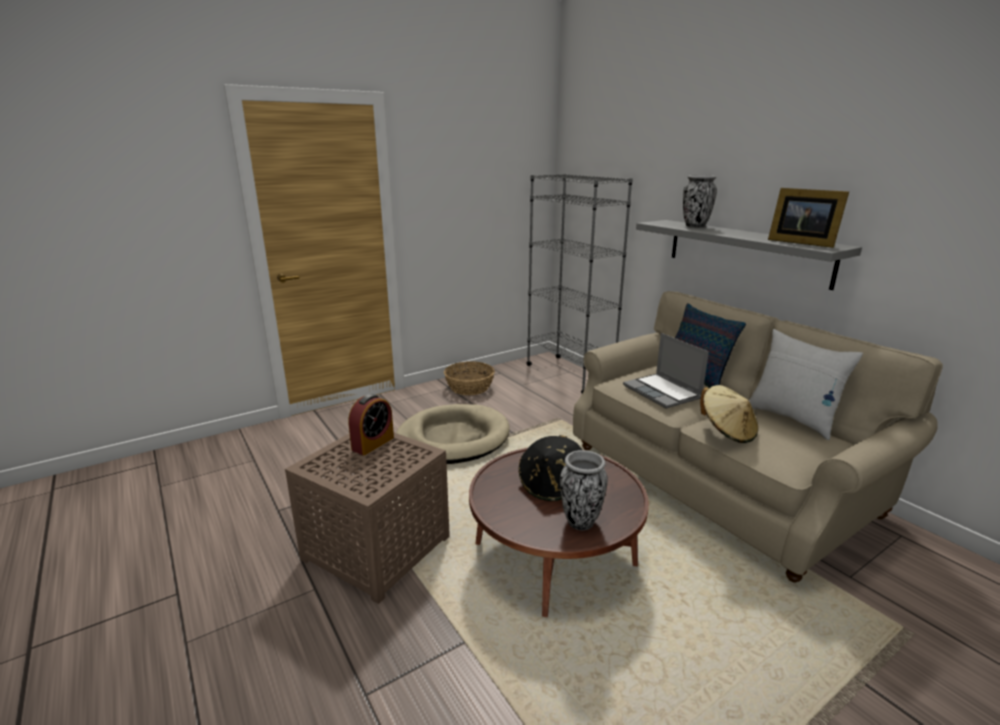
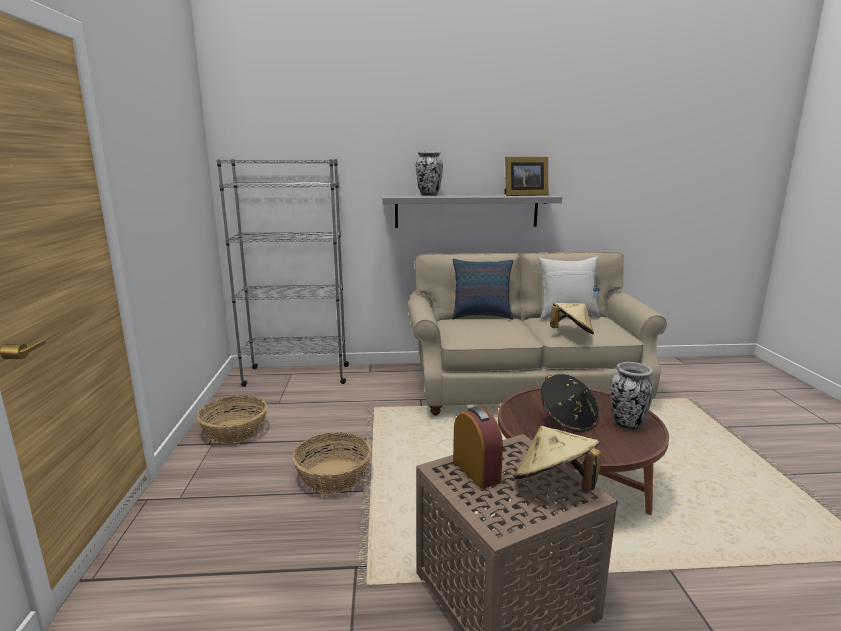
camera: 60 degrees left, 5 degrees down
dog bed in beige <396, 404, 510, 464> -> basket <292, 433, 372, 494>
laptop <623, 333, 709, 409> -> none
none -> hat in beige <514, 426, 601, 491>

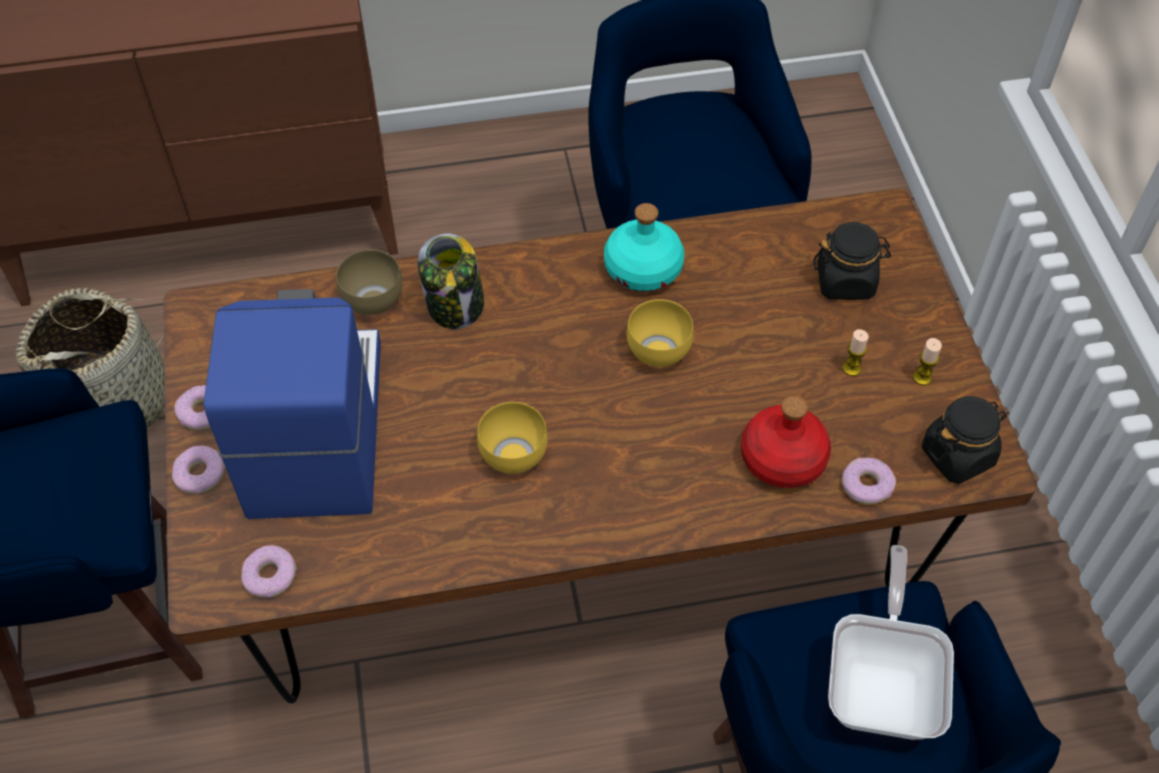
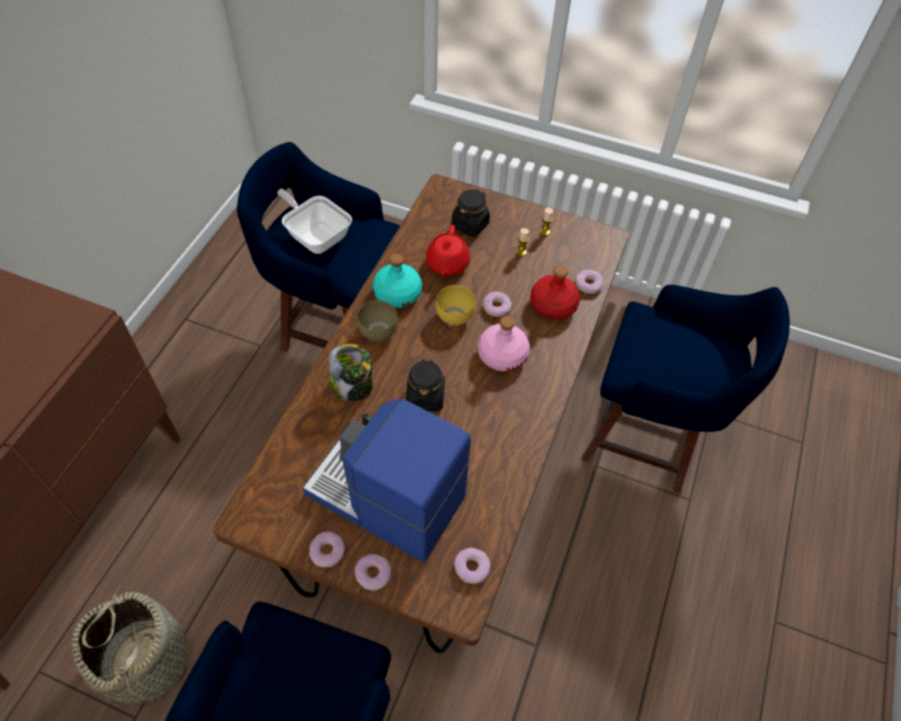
camera: 60 degrees left, 0 degrees up
bowl in brown <336, 249, 403, 315> -> bowl in brown <357, 300, 398, 341>, moved
bowl in yellow <477, 402, 548, 474> -> none
frying pan <828, 545, 954, 740> -> frying pan <277, 188, 352, 254>, moved
jar in black <922, 396, 1006, 484> -> jar in black <406, 358, 445, 412>, moved
none -> teapot in red <426, 225, 470, 277>
none -> bottle in pink <478, 316, 530, 371>
none -> donut <483, 292, 512, 317>

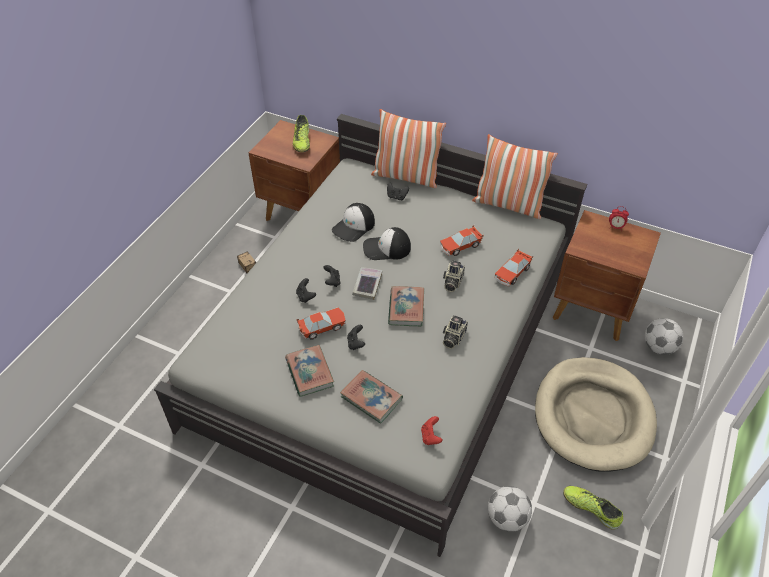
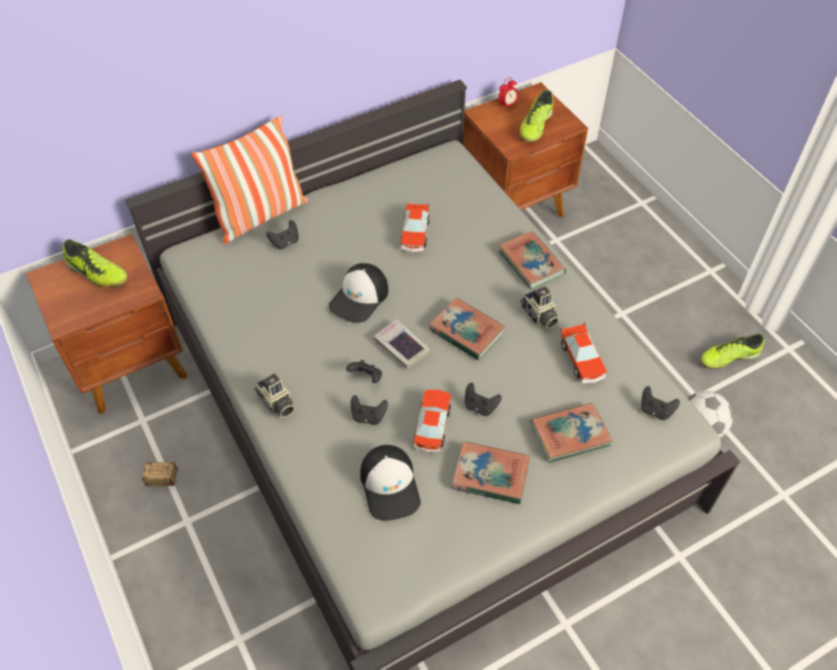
camera: 55 degrees left, 5 degrees up
cap <332, 203, 375, 242> -> cap <360, 445, 421, 521>, moved
game controller in red <421, 416, 443, 445> -> game controller in black <641, 386, 680, 420>
photo camera <443, 260, 465, 292> -> photo camera <254, 373, 295, 418>, moved
pillow <472, 134, 558, 219> -> none
toy car <494, 248, 533, 287> -> toy car <561, 322, 607, 383>, moved
dog bed in beige <535, 357, 657, 472> -> none
football <645, 318, 684, 355> -> none
none -> book <499, 231, 566, 290>
none -> shoe <520, 90, 554, 142>

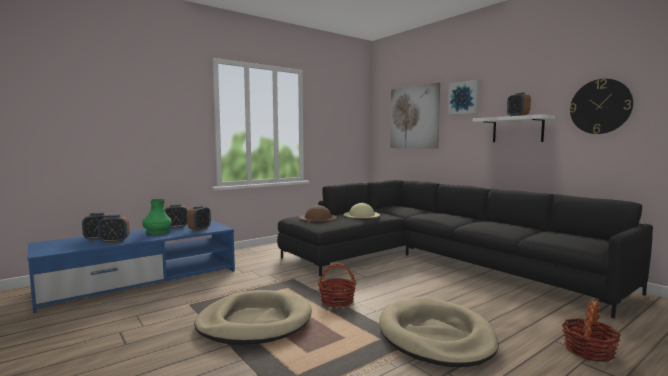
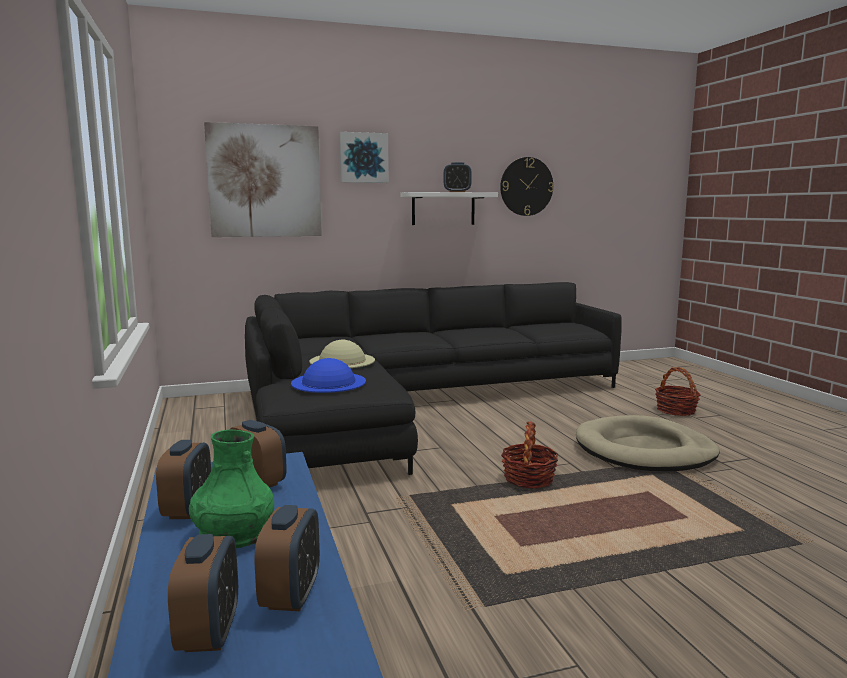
camera: 70 degrees left, 5 degrees up
dog bed in beige <194, 290, 312, 345> -> none
hat in brown <299, 205, 337, 221> -> hat in blue <291, 358, 366, 393>

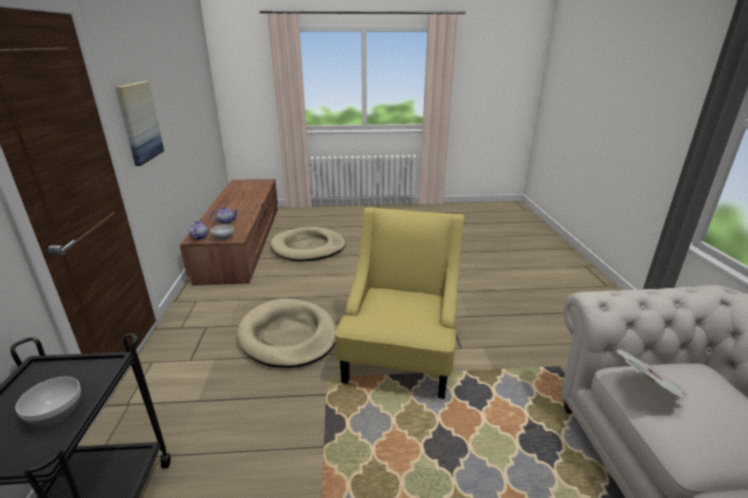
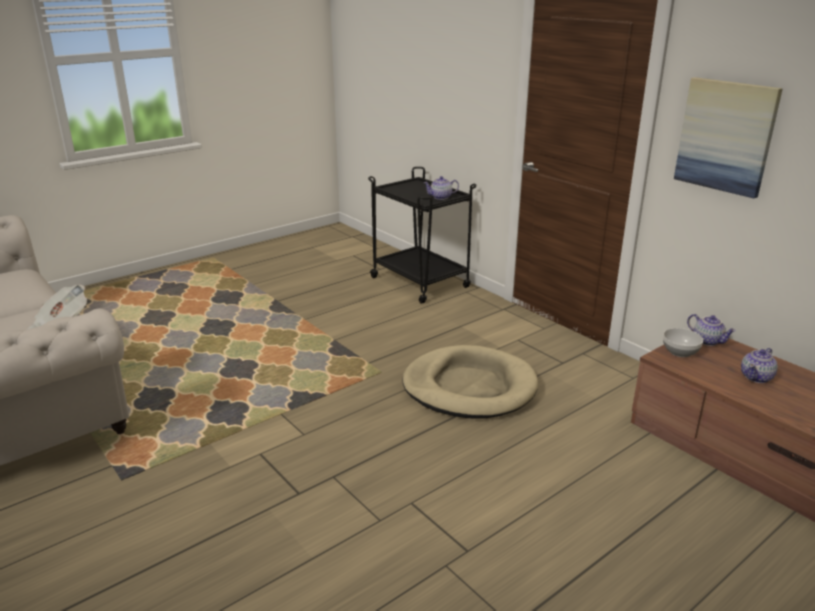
camera: 145 degrees right, 0 degrees up
bowl <15, 377, 81, 426> -> none
dog bed in beige <271, 227, 346, 261> -> none
armchair in yellow <335, 207, 464, 399> -> none
none -> teapot <424, 176, 459, 200>

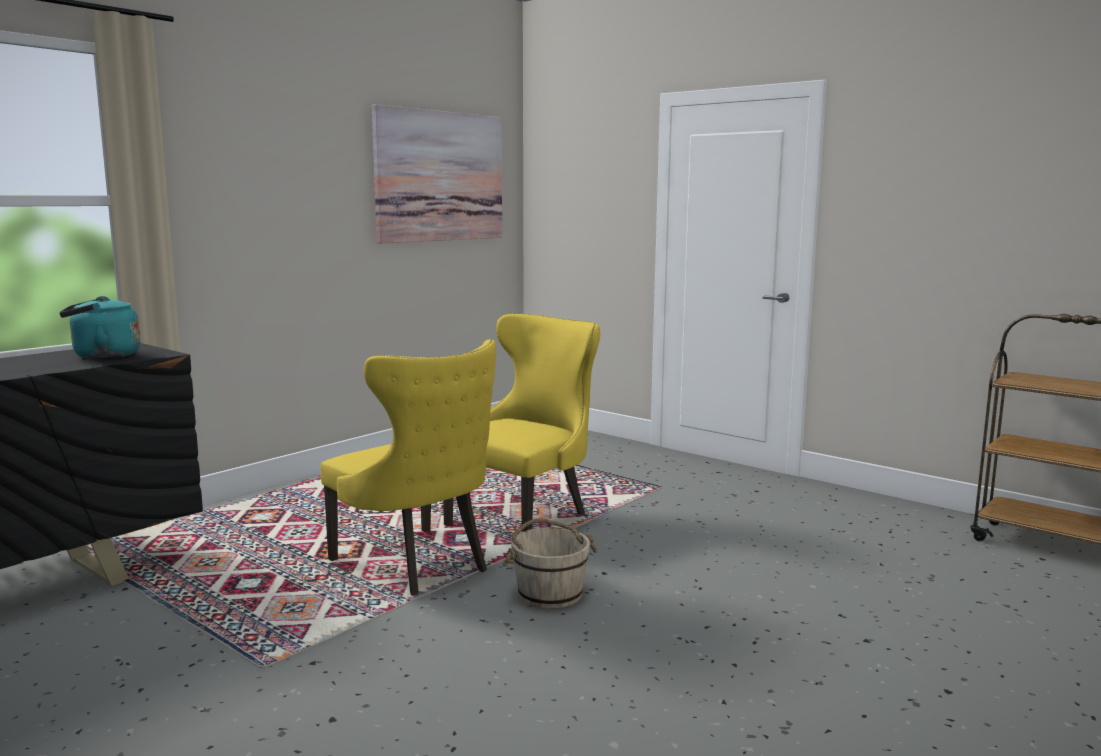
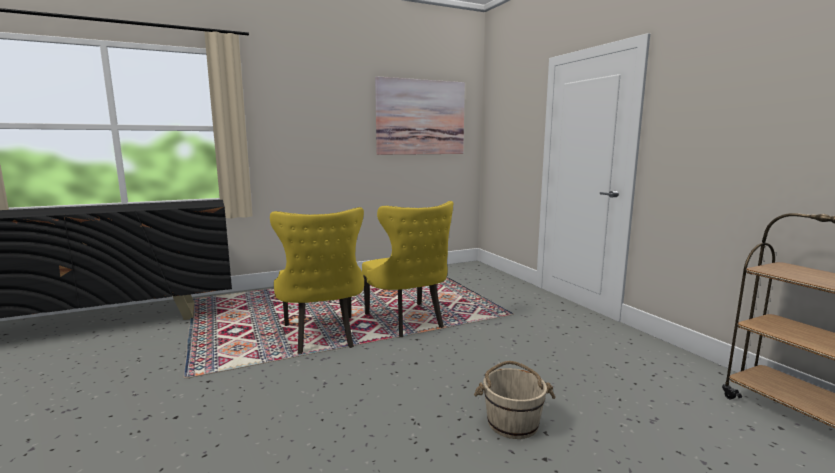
camera: 25 degrees right, 0 degrees up
kettle in turquoise <59, 296, 140, 359> -> none
chair in yellow <443, 313, 600, 532> -> chair in yellow <362, 201, 453, 337>, 90 degrees clockwise
bucket in beige <502, 518, 598, 609> -> bucket in beige <474, 361, 556, 439>, moved

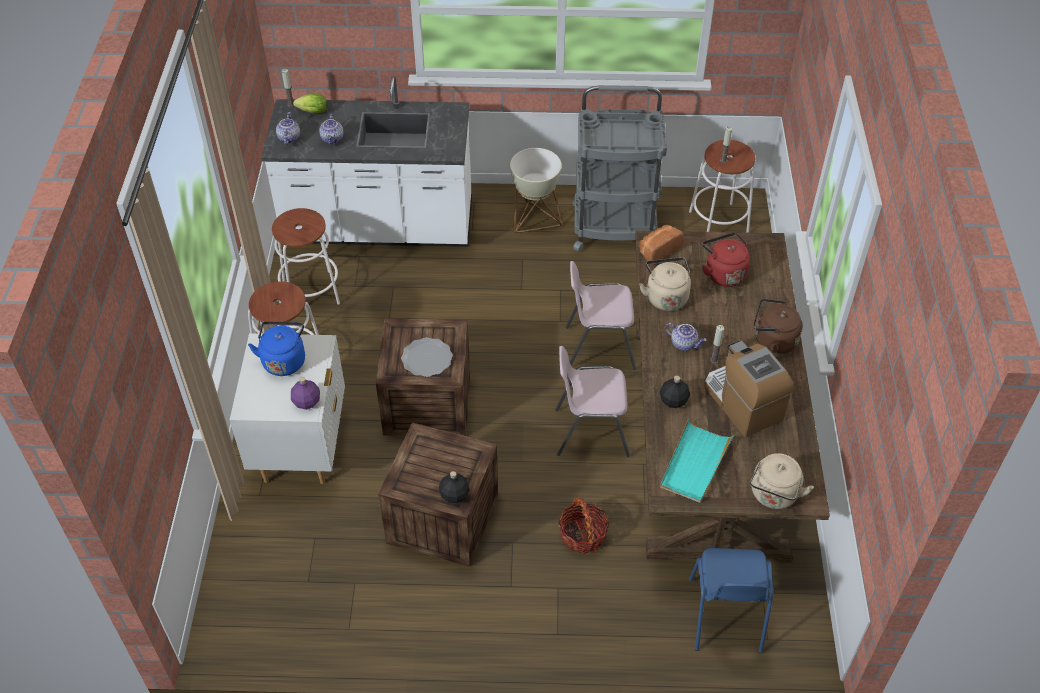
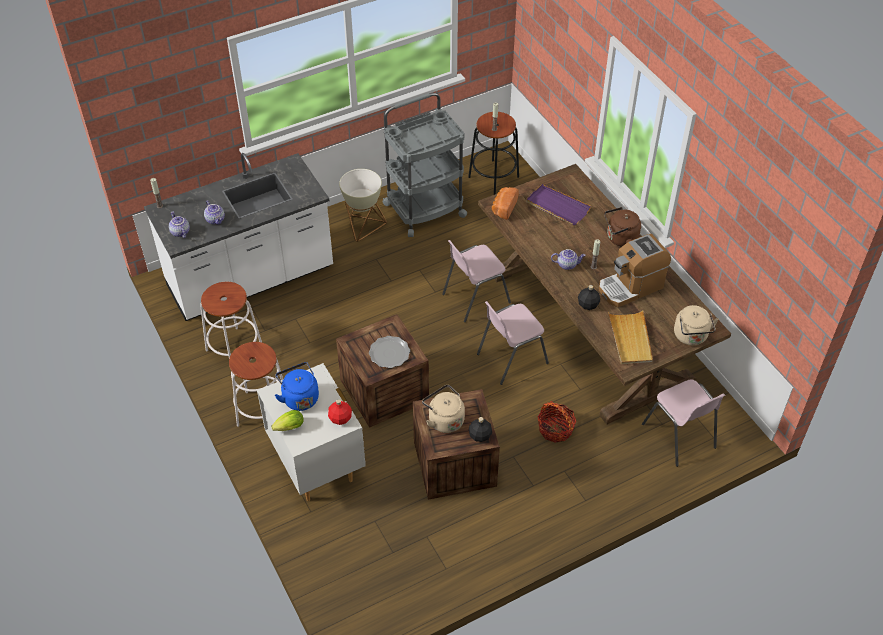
camera: 30 degrees left, 0 degrees up
bottle in purple <291, 377, 320, 410> -> bottle in red <328, 399, 352, 425>
lettuce <293, 94, 327, 113> -> lettuce <271, 410, 304, 431>, moved
kettle in beige <639, 257, 691, 311> -> kettle in beige <422, 385, 465, 433>, moved
tray in turquoise <660, 419, 733, 503> -> tray in beige <608, 310, 653, 364>
stool in white <689, 140, 755, 232> -> stool in black <468, 112, 519, 195>
chair in blue <689, 548, 773, 654> -> chair in pink <642, 379, 725, 467>
kettle in red <702, 233, 750, 287> -> tray in purple <526, 184, 591, 225>
coffee machine <704, 341, 794, 437> -> coffee machine <599, 234, 671, 307>, 60 degrees counterclockwise

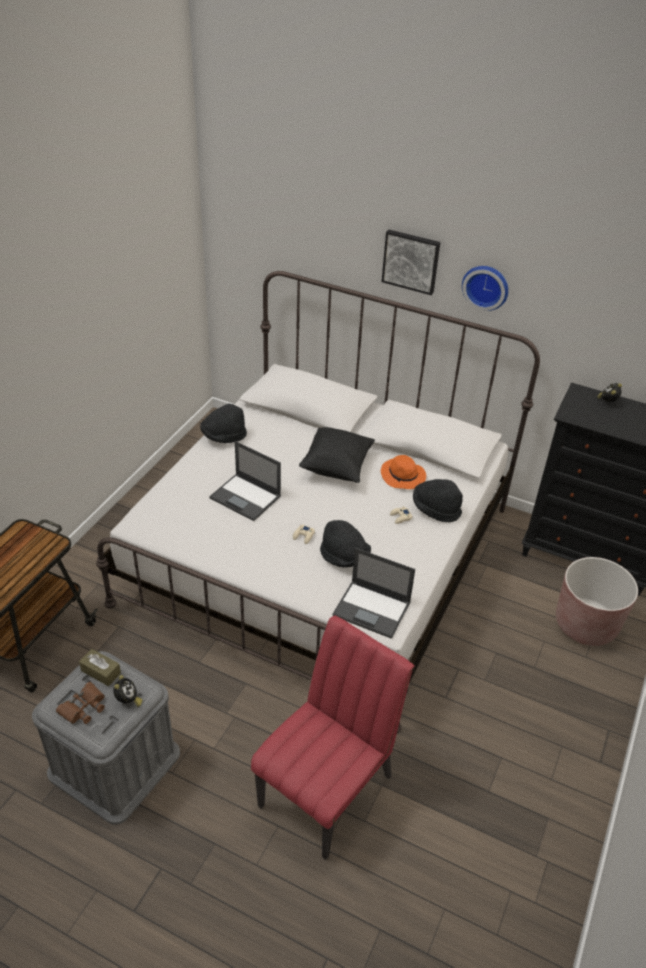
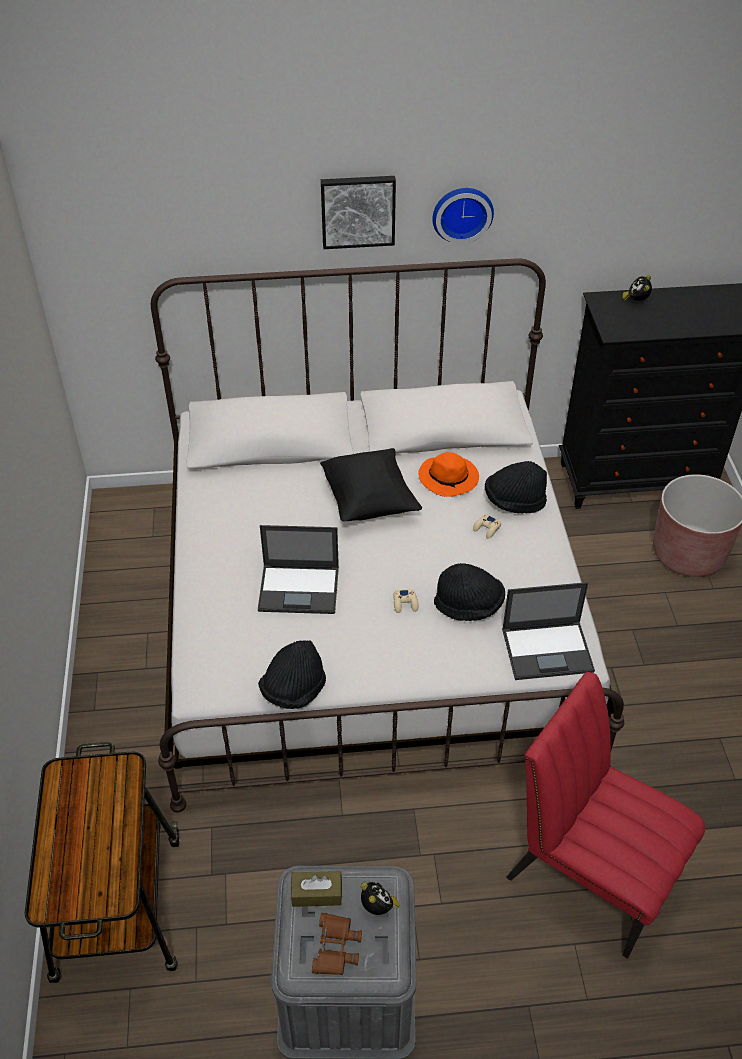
camera: 30 degrees left, 5 degrees up
hat in black <200, 404, 247, 443> -> hat in black <258, 640, 326, 709>, moved
chair in red <251, 615, 415, 860> -> chair in red <506, 672, 705, 959>, 60 degrees counterclockwise

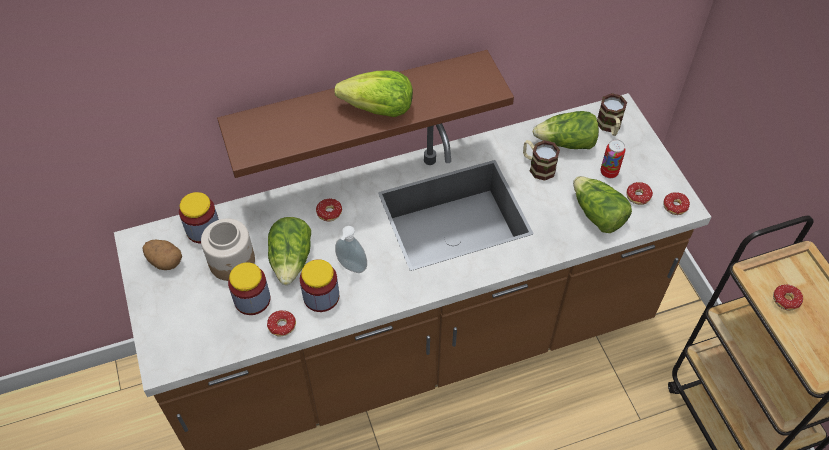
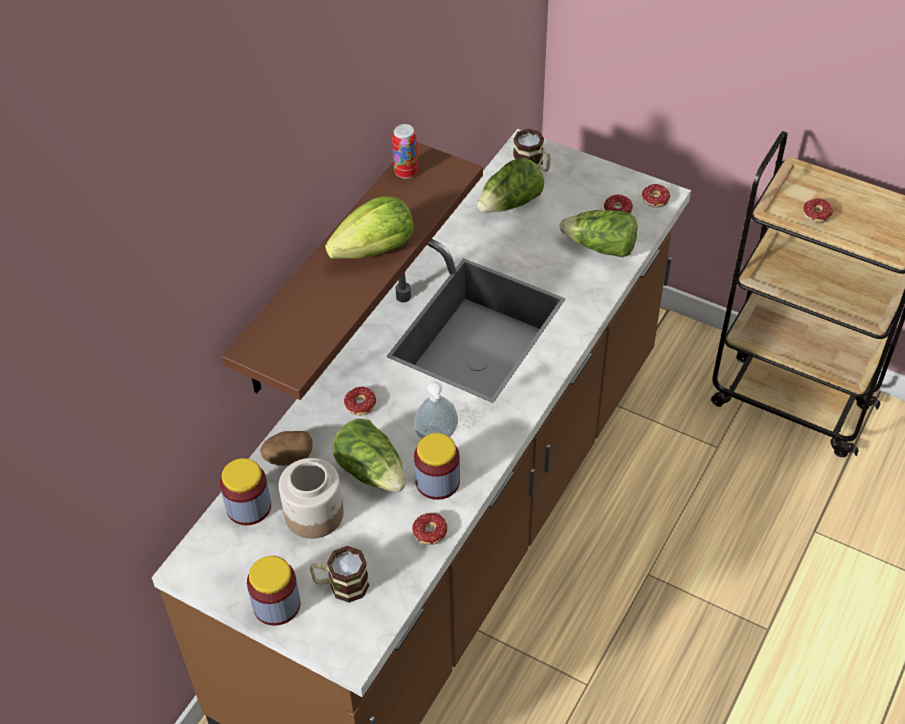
camera: 40 degrees left, 5 degrees down
potato <143, 240, 182, 270> -> potato <260, 431, 313, 465>, moved
jar <228, 262, 270, 315> -> jar <247, 556, 300, 626>, moved
mug <523, 140, 560, 181> -> mug <310, 546, 369, 603>, moved
can <600, 139, 625, 178> -> can <392, 124, 418, 179>, moved

